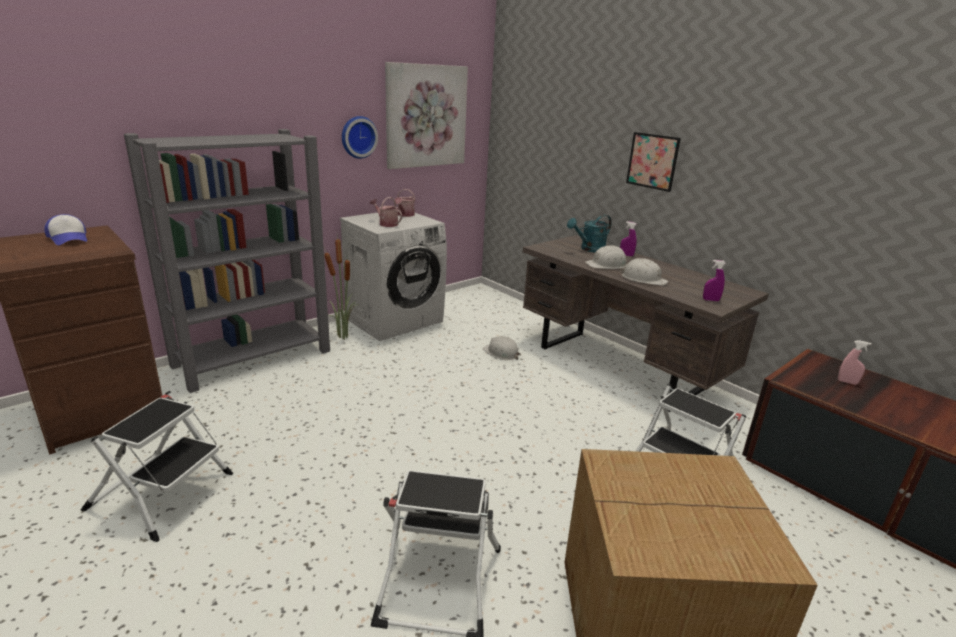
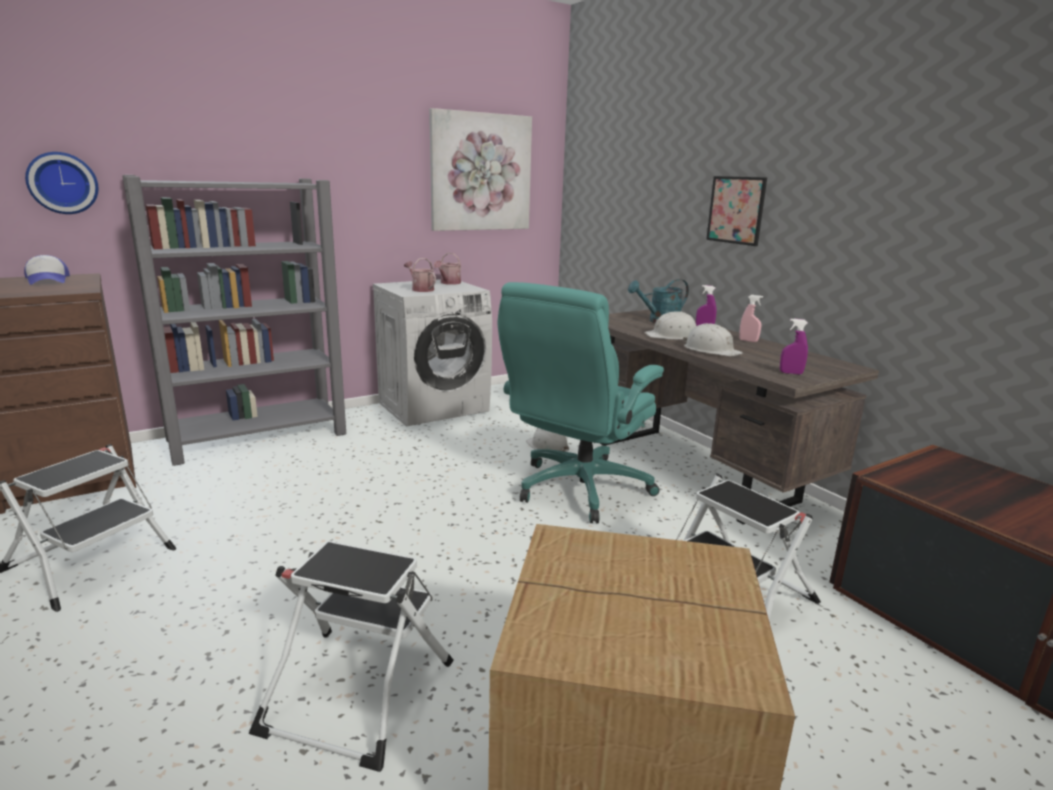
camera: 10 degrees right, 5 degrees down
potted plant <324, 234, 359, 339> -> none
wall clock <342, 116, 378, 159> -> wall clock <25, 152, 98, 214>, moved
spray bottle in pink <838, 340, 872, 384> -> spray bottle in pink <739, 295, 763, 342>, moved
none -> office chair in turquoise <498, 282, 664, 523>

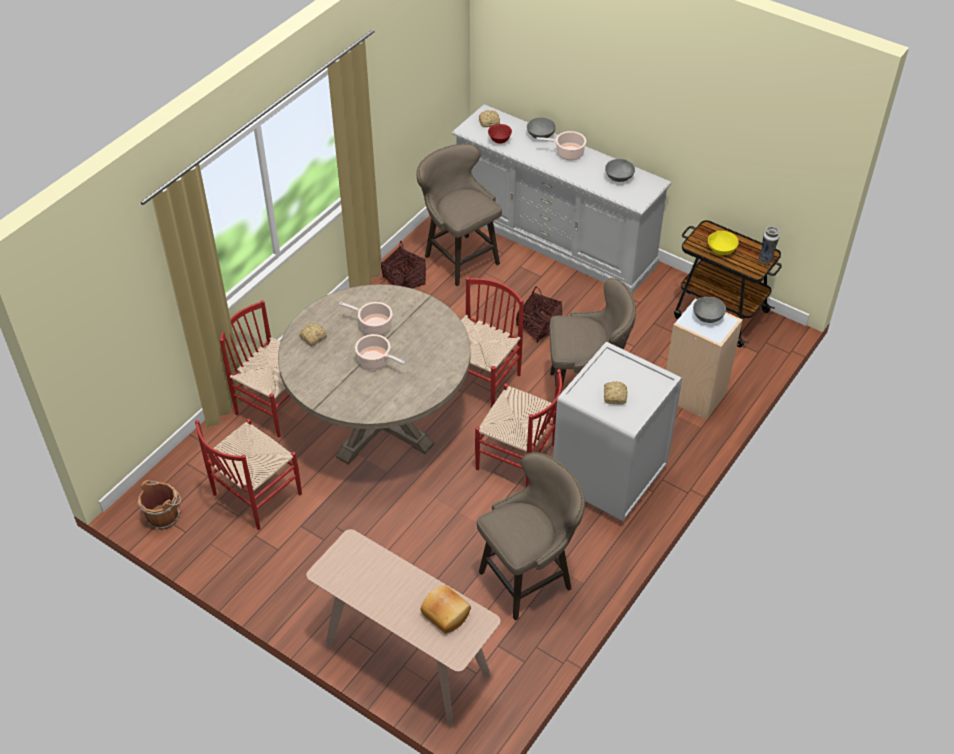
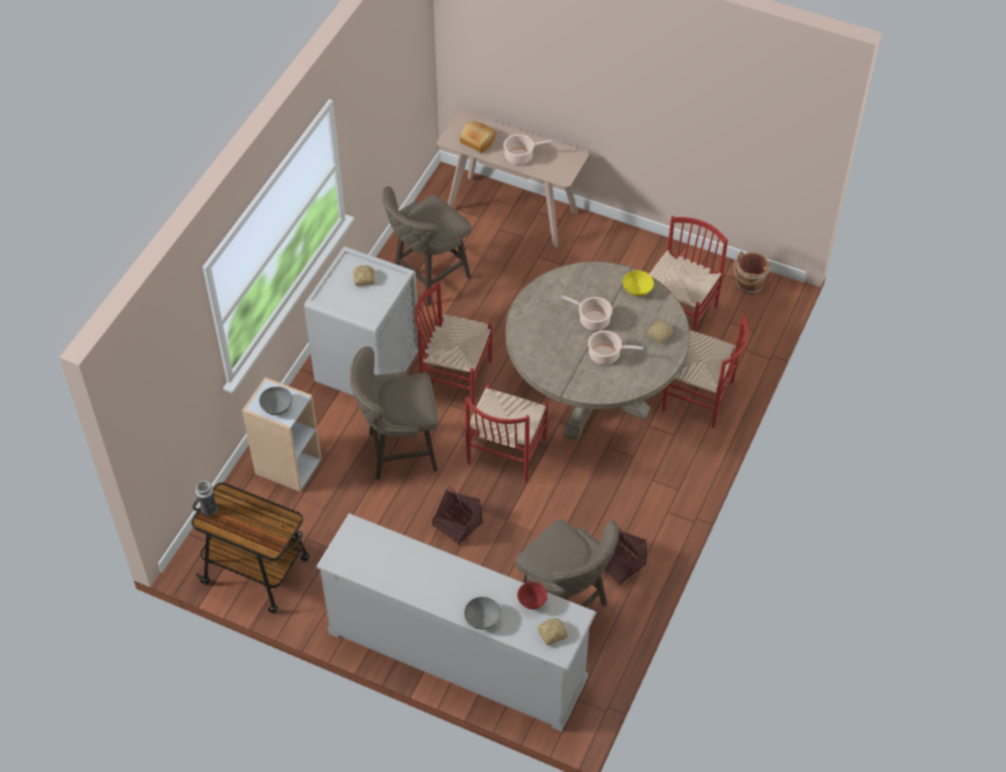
camera: 170 degrees right, 5 degrees up
cooking pot <536, 131, 586, 160> -> cooking pot <503, 134, 553, 165>, moved
bowl in grey <605, 159, 635, 182> -> none
bowl in yellow <708, 231, 739, 255> -> bowl in yellow <623, 270, 654, 296>, moved

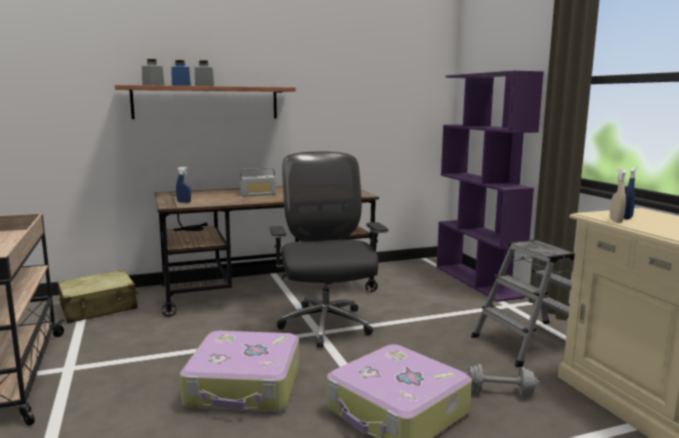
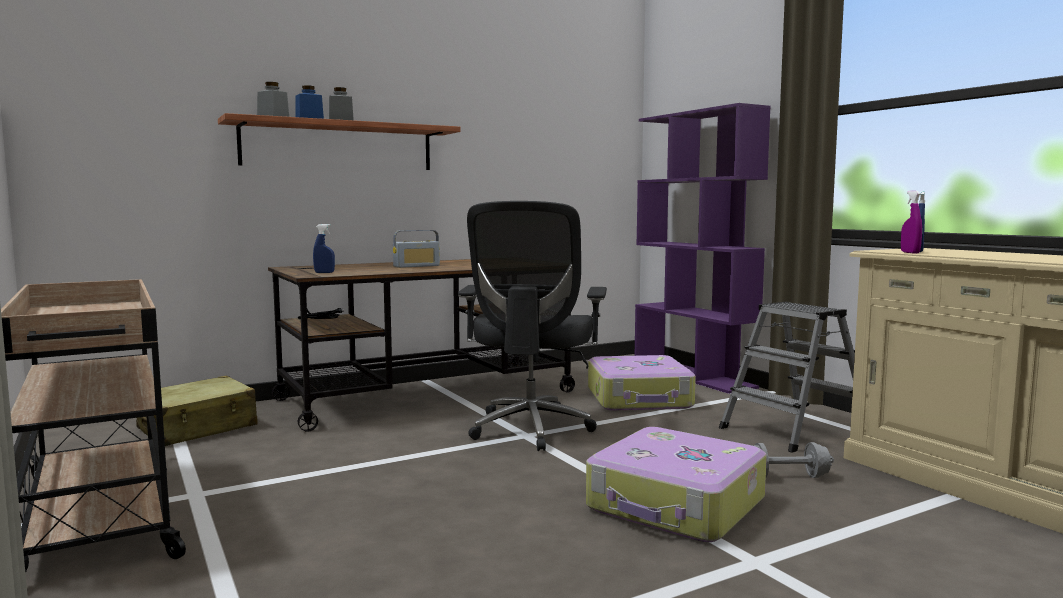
camera: 10 degrees left, 5 degrees down
suitcase <180, 331, 299, 413> -> suitcase <588, 355, 696, 411>, moved
office chair <269, 152, 388, 348> -> office chair <458, 201, 607, 451>, 150 degrees counterclockwise
spray bottle in beige <610, 168, 626, 223> -> spray bottle in purple <901, 191, 922, 254>

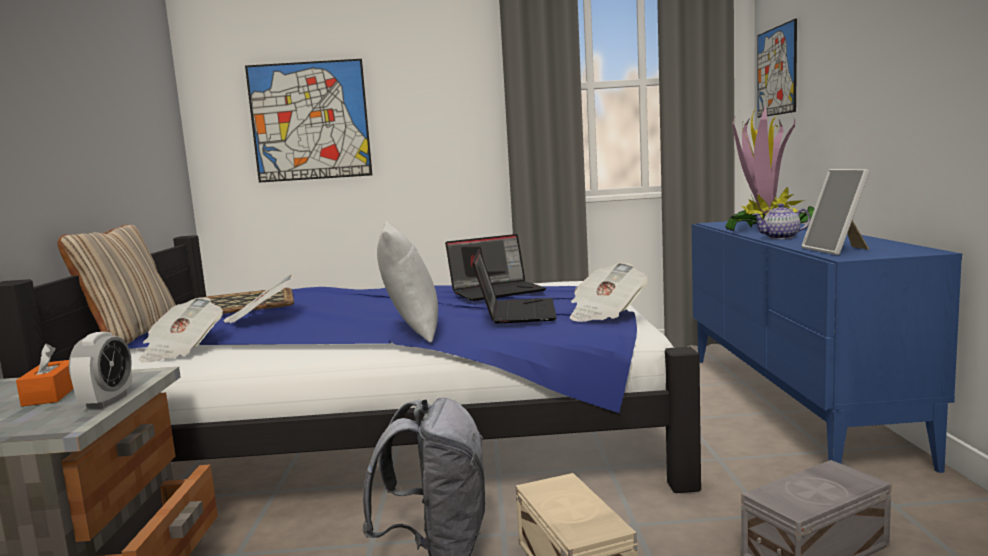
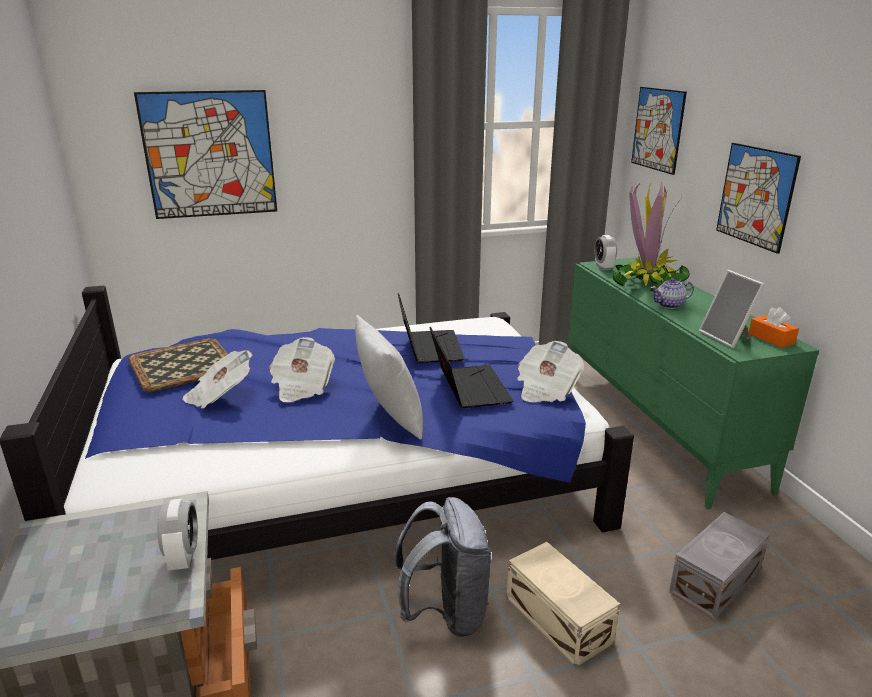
camera: 15 degrees left, 15 degrees up
tissue box in orange <16, 344, 73, 406> -> tissue box in orange <749, 307, 799, 348>, moved
pillow in beige <57, 225, 176, 344> -> none
newspaper <139, 297, 223, 363> -> newspaper <269, 337, 335, 402>, moved
laptop <445, 234, 546, 301> -> laptop <398, 293, 465, 363>, 60 degrees counterclockwise
dresser in blue <692, 221, 962, 473> -> dresser in green <568, 257, 819, 509>
none -> alarm clock <594, 235, 617, 270>
none -> picture <716, 143, 801, 254>

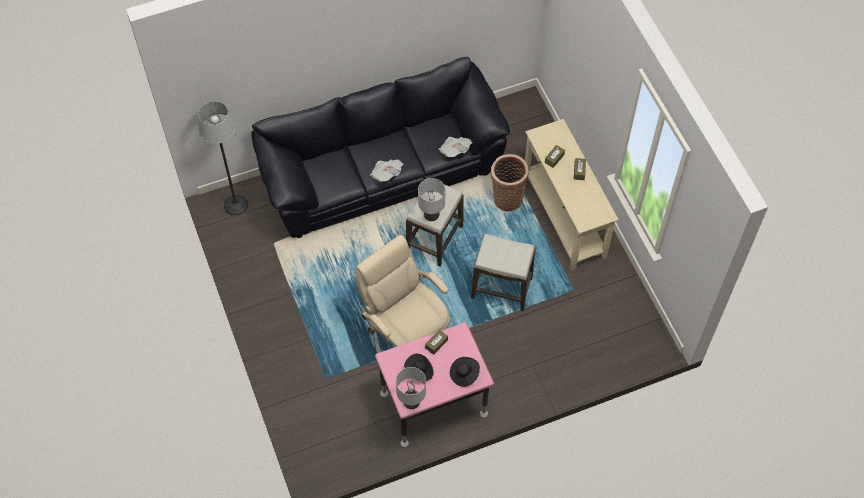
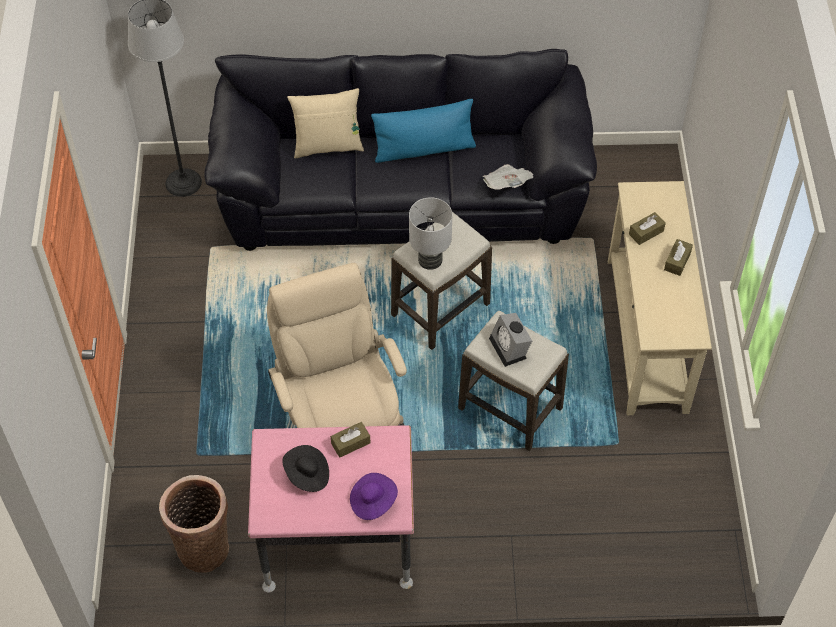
camera: 20 degrees right, 5 degrees down
newspaper <370, 160, 403, 181> -> none
table lamp in grey <396, 367, 426, 409> -> none
hat in black <450, 357, 480, 387> -> hat in purple <350, 473, 398, 520>
basket <490, 154, 529, 211> -> basket <159, 475, 229, 573>, moved
none -> pillow in beige <287, 88, 364, 159>
none -> pillow in blue <371, 99, 476, 163>
none -> alarm clock <489, 313, 532, 367>

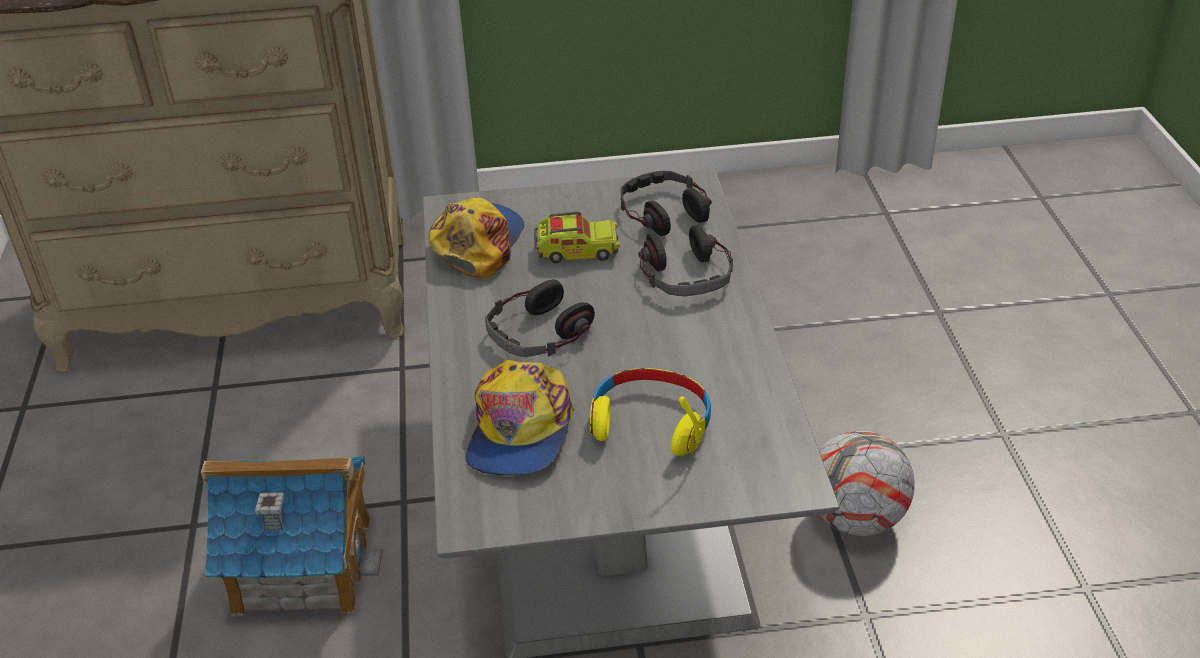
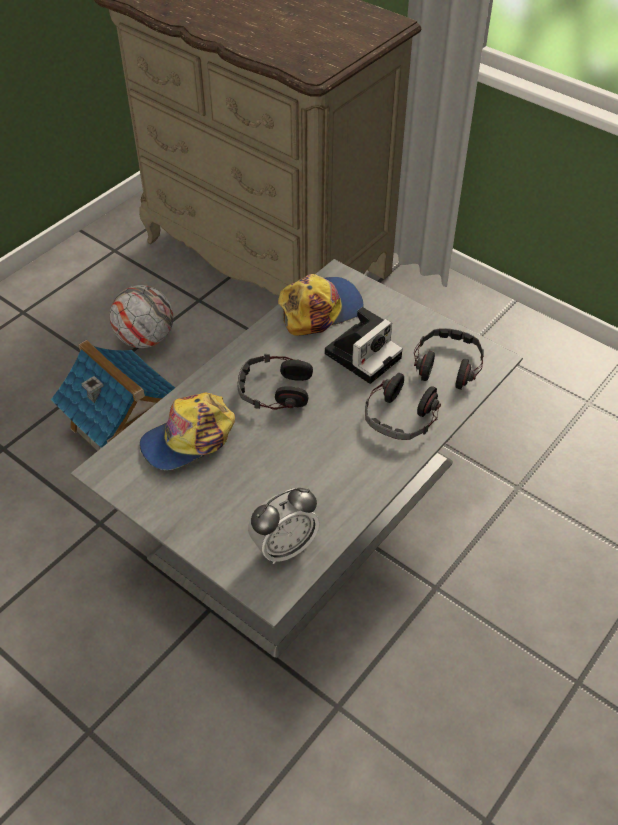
camera: 45 degrees right, 10 degrees up
toy truck <534, 211, 620, 264> -> photo camera <325, 307, 403, 384>
headphones in yellow <590, 368, 711, 456> -> none
football <819, 431, 915, 536> -> football <110, 285, 173, 348>, moved
none -> alarm clock <248, 488, 320, 564>

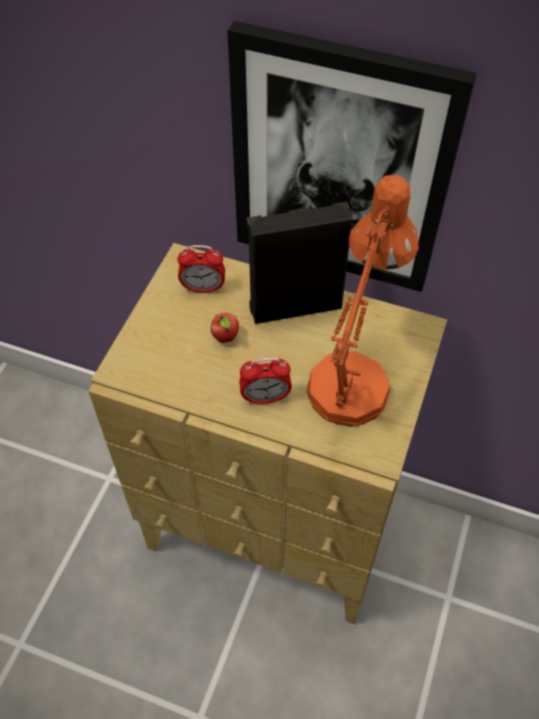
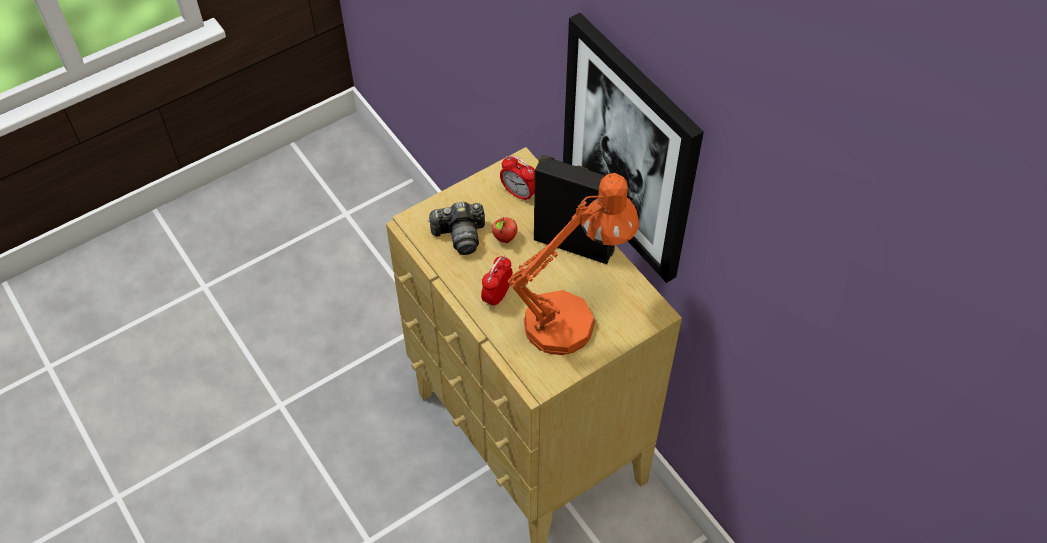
camera: 35 degrees right, 0 degrees up
alarm clock <239, 358, 292, 404> -> alarm clock <481, 256, 513, 308>, 90 degrees clockwise
none -> photo camera <428, 201, 485, 255>

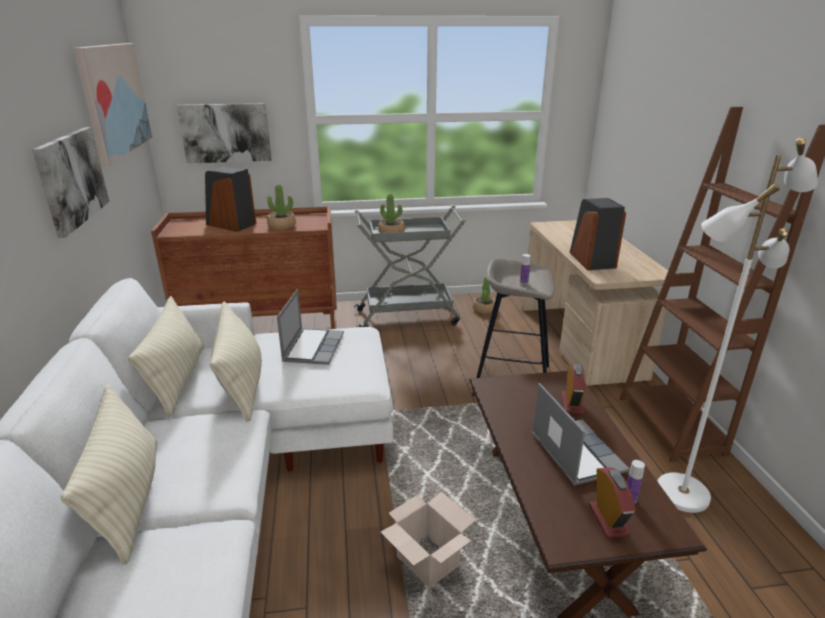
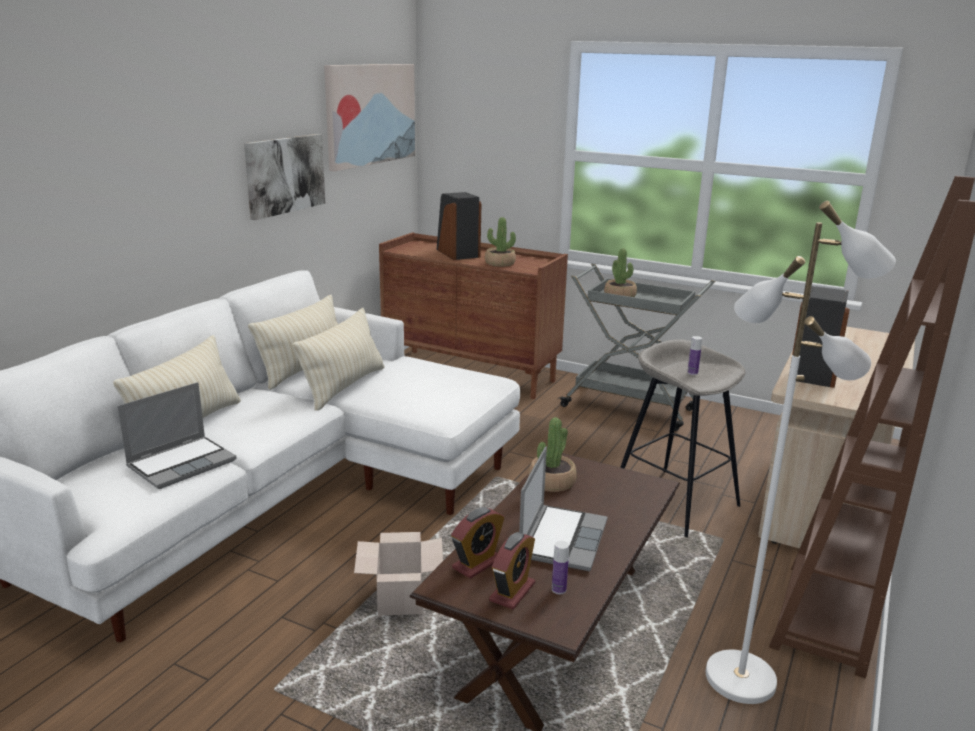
camera: 35 degrees right, 5 degrees down
picture <177, 103, 272, 163> -> none
laptop <277, 289, 344, 365> -> laptop <117, 382, 236, 489>, moved
potted plant <473, 277, 495, 314> -> potted plant <529, 417, 577, 492>, moved
alarm clock <561, 363, 585, 414> -> alarm clock <451, 507, 504, 579>, moved

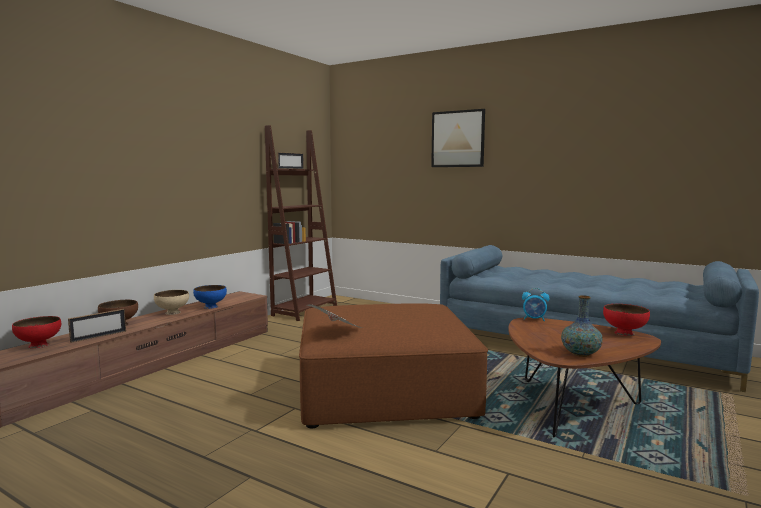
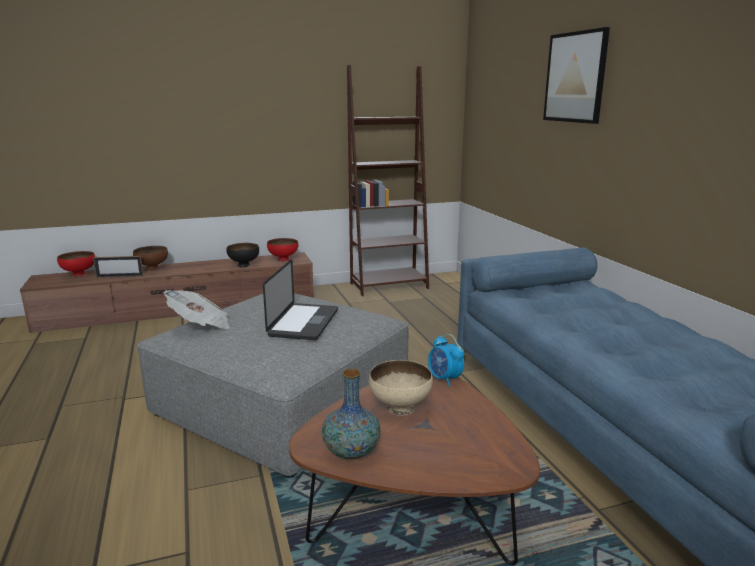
camera: 40 degrees right, 10 degrees up
bowl in beige <154, 290, 189, 315> -> bowl in beige <369, 360, 433, 416>, moved
bowl in blue <193, 285, 227, 309> -> bowl in black <226, 243, 259, 267>
picture frame <277, 152, 304, 169> -> none
ottoman in brown <299, 303, 488, 428> -> ottoman in grey <137, 293, 409, 477>
bowl in red <603, 304, 650, 336> -> bowl in red <267, 238, 298, 262>, moved
none -> laptop <263, 259, 338, 340>

